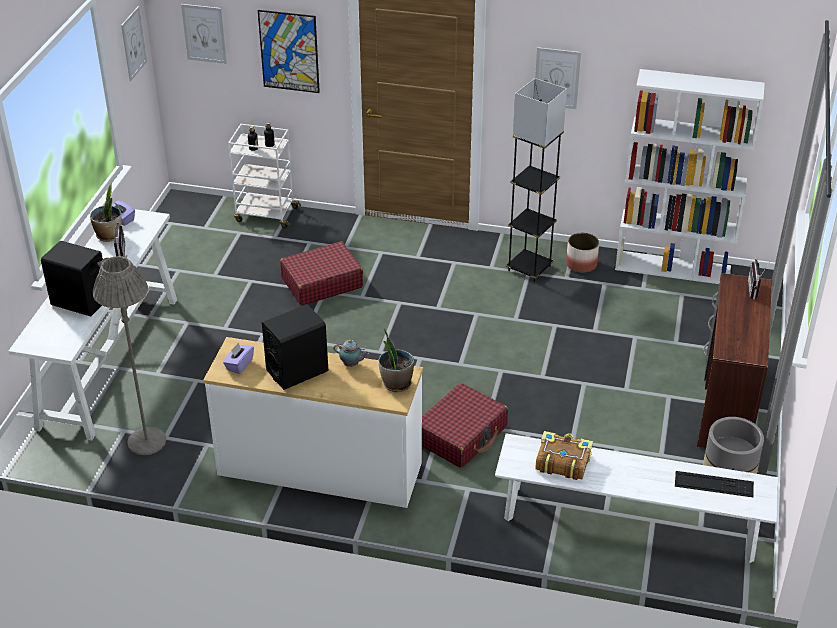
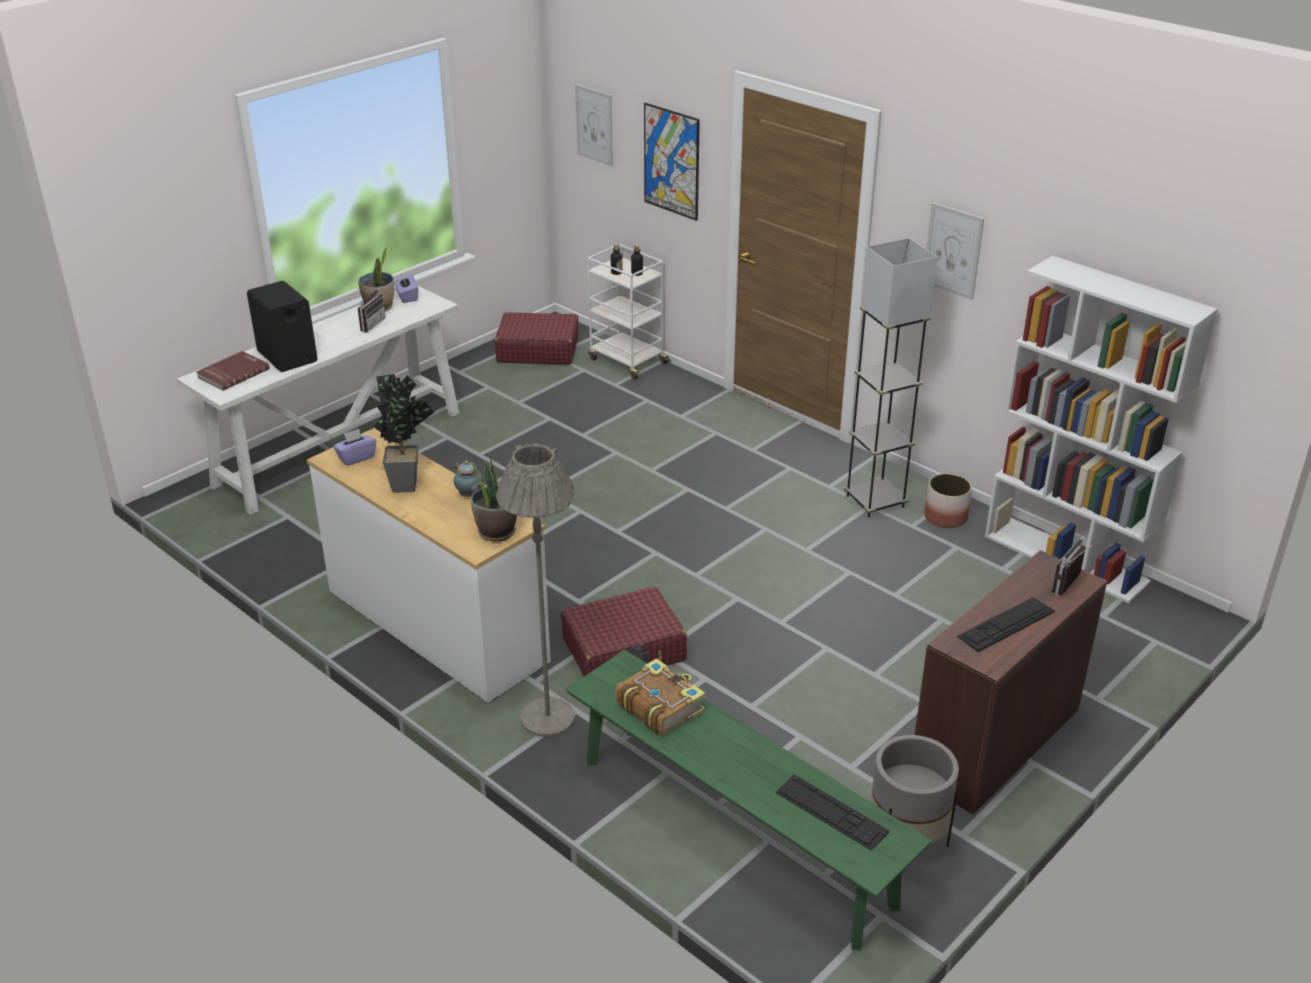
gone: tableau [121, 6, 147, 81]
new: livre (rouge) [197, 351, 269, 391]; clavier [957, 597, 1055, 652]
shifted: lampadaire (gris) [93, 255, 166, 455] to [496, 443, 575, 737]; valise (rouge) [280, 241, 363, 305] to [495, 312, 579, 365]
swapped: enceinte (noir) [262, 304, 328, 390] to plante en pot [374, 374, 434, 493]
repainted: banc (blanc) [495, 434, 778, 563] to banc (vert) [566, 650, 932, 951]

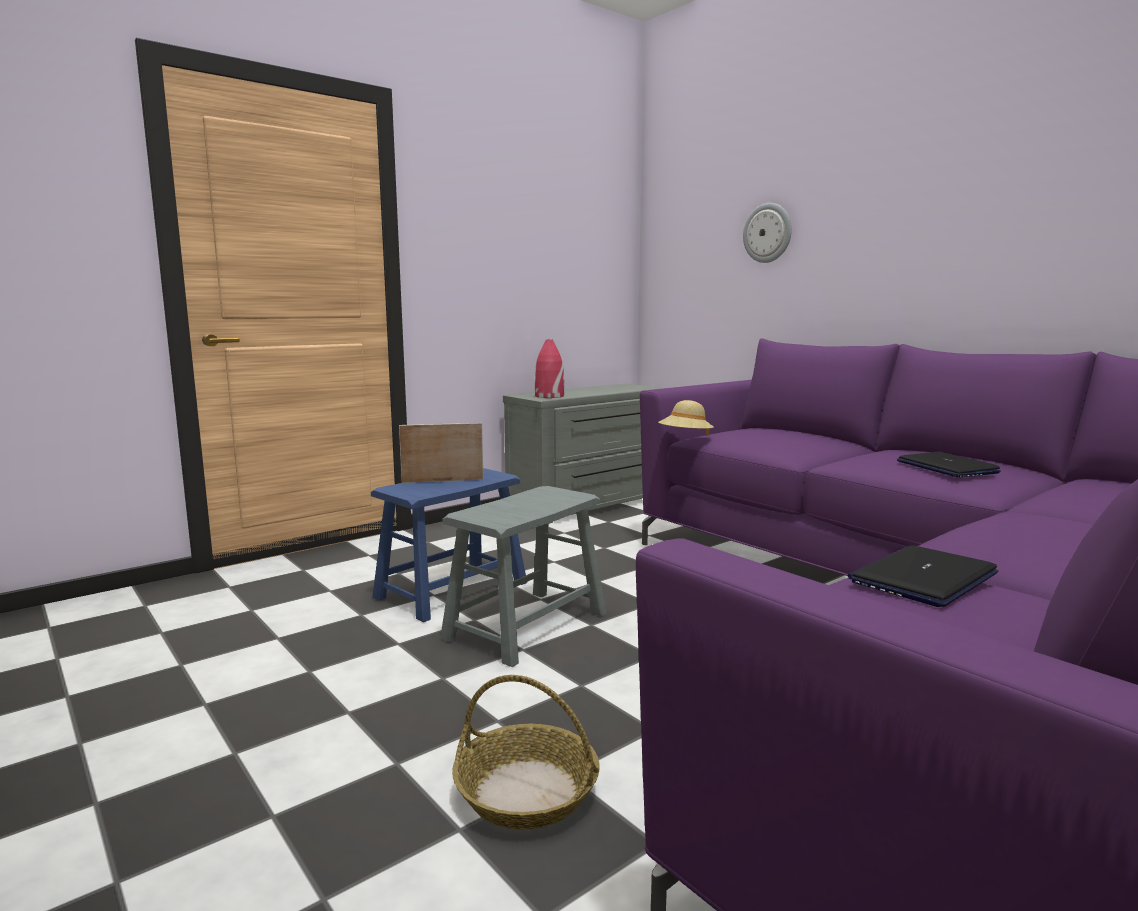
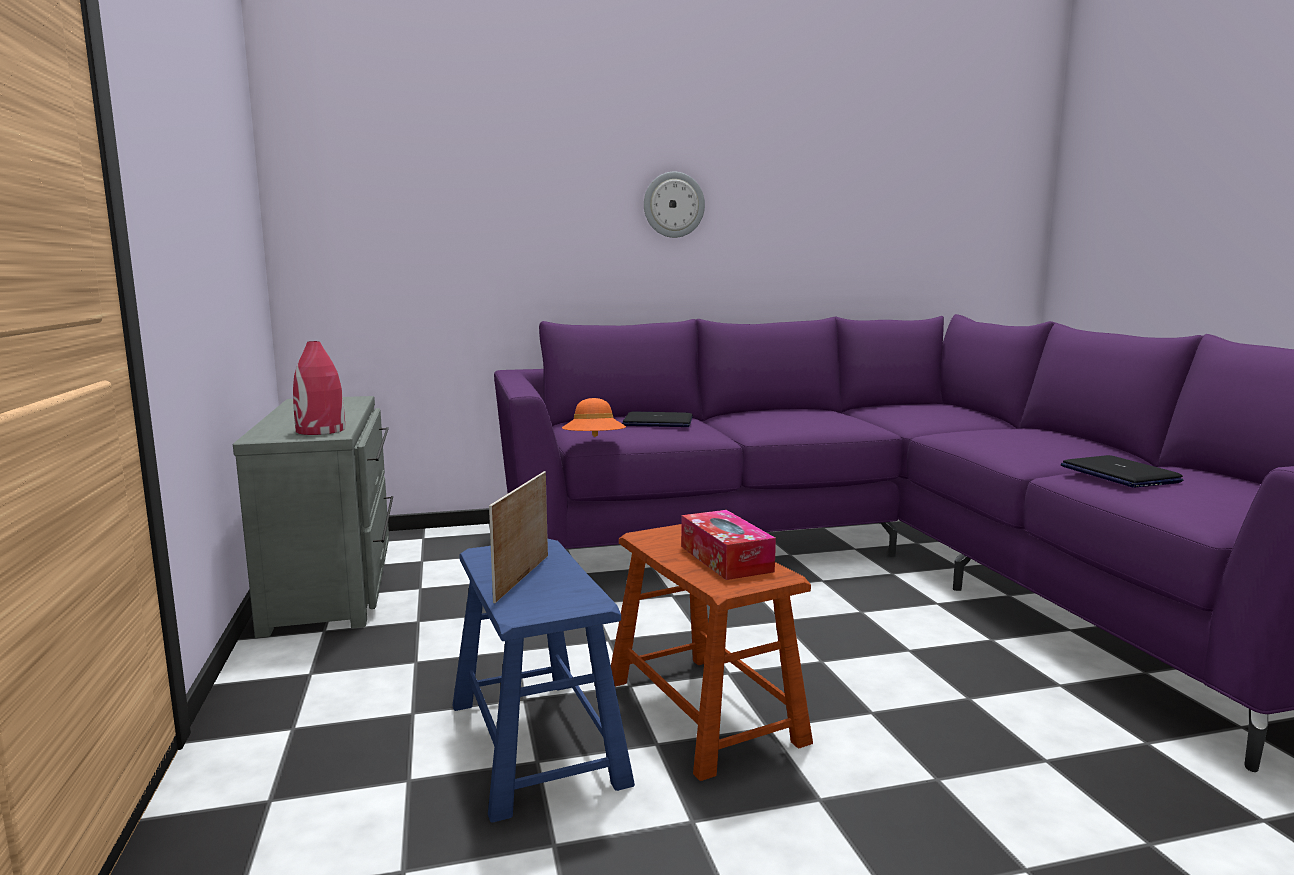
gone: panier [452, 675, 600, 830]
new: boîte à mouchoirs [681, 510, 776, 580]
shifted: horloge murale [743, 203, 792, 263] to [644, 172, 705, 238]; ordinateur portable [897, 452, 1001, 478] to [622, 412, 692, 427]
repainted: tabouret (gris) [440, 486, 606, 667] to tabouret (marron) [611, 524, 813, 781]; chapeau (beige) [658, 400, 714, 436] to chapeau (orange) [562, 398, 626, 437]

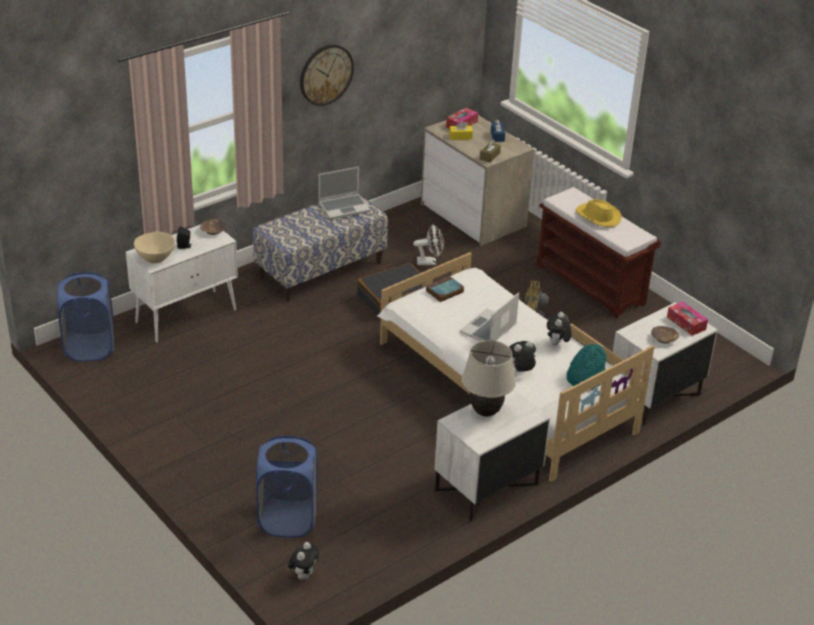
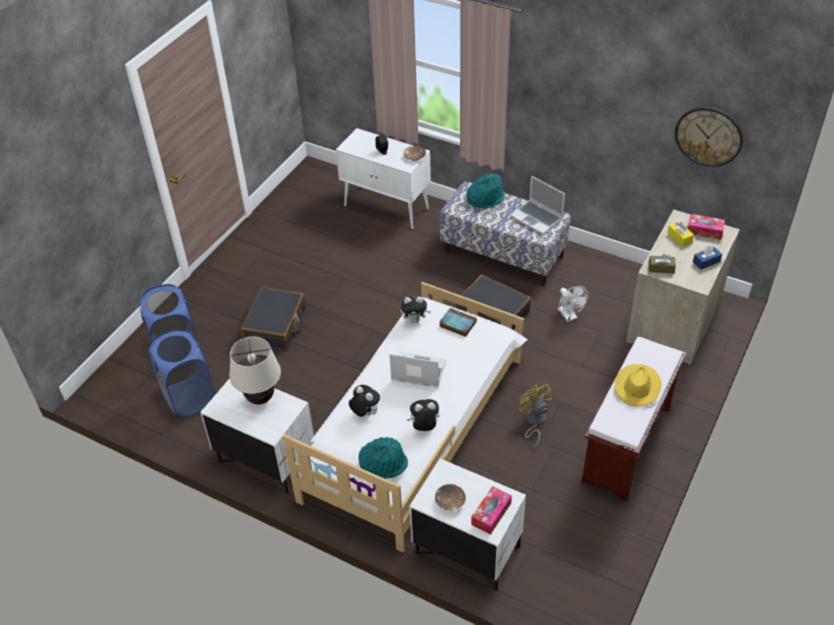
gone: bol (beige) [134, 232, 175, 263]
new: valise (noir) [241, 287, 306, 350]; chapeau (turquoise) [467, 173, 505, 208]
shifted: panier à linge (bleu) [57, 272, 114, 362] to [147, 329, 215, 417]; peluche [288, 542, 319, 580] to [401, 297, 431, 323]; horloge murale [300, 44, 354, 106] to [675, 107, 743, 167]

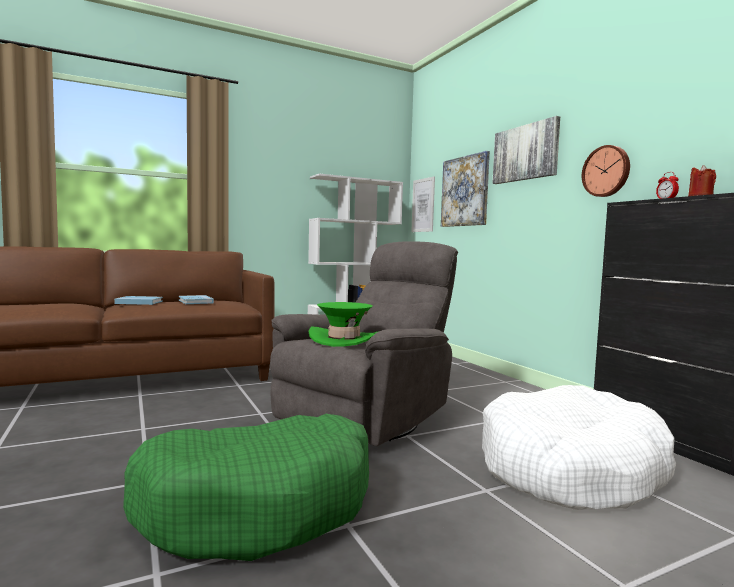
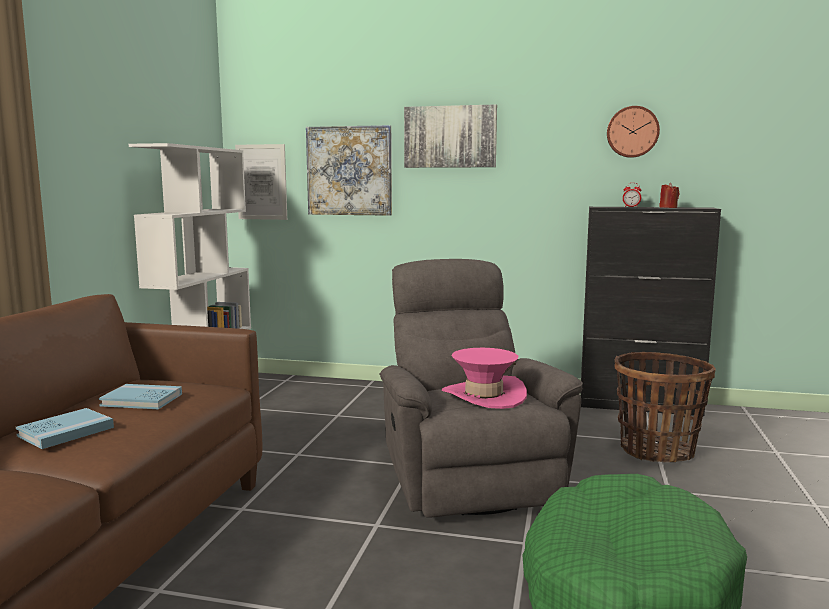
shifted: horloge murale [582, 145, 630, 197] to [607, 106, 660, 158]
swapped: panier pour chien (blanc) [482, 385, 676, 510] to panier [614, 352, 716, 462]
repainted: chapeau (vert) [309, 302, 379, 347] to chapeau (rose) [442, 348, 527, 409]

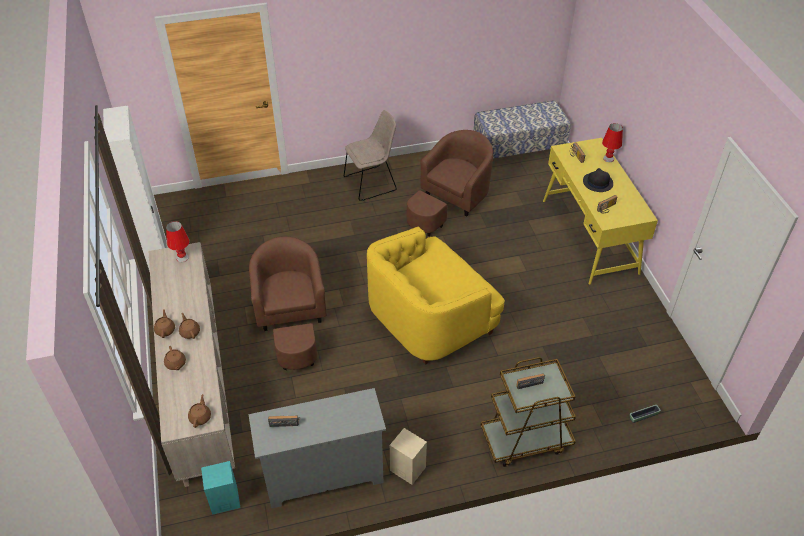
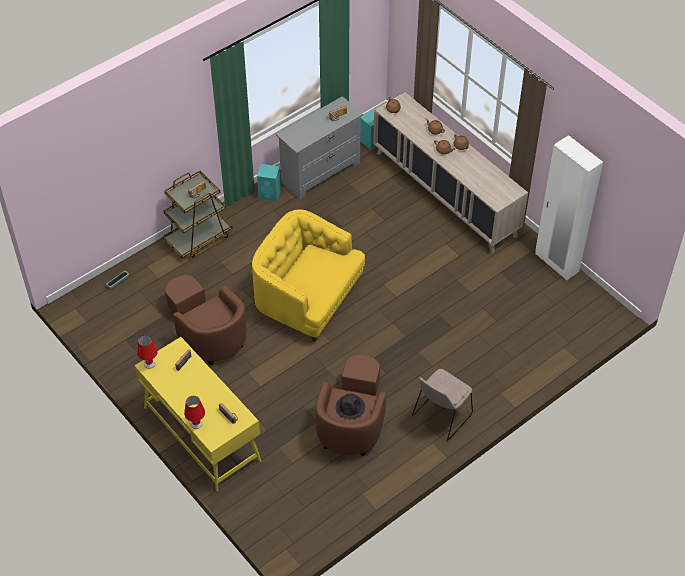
gone: banc [473, 100, 570, 158]
shifted: lampe de table (rouge) [166, 221, 190, 263] to [137, 335, 157, 369]; fauteuil (marron) [249, 236, 327, 370] to [165, 275, 246, 365]; chapeau (noir) [583, 168, 613, 192] to [336, 394, 365, 419]
repainted: enceinte (beige) [390, 428, 427, 485] to enceinte (turquoise) [257, 164, 281, 202]
rotated: fauteuil (jaune) [367, 226, 505, 365] = [252, 209, 365, 342] 90 degrees counterclockwise

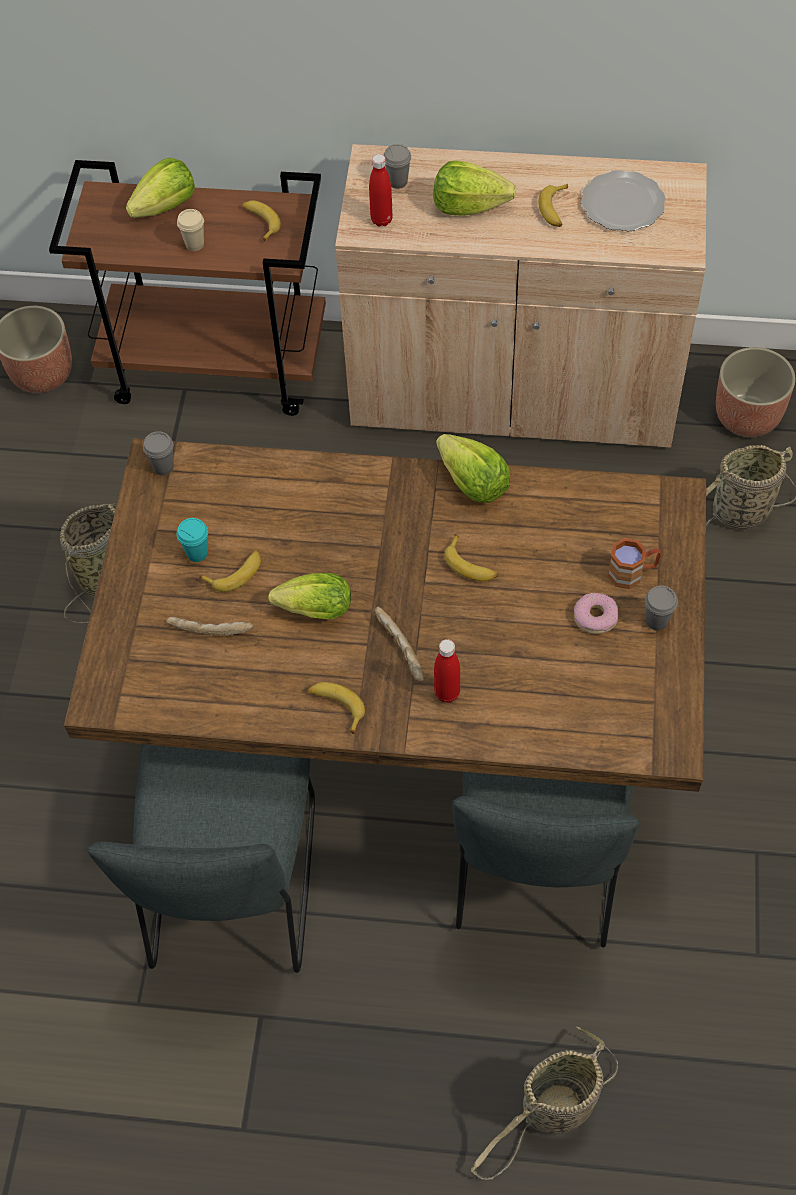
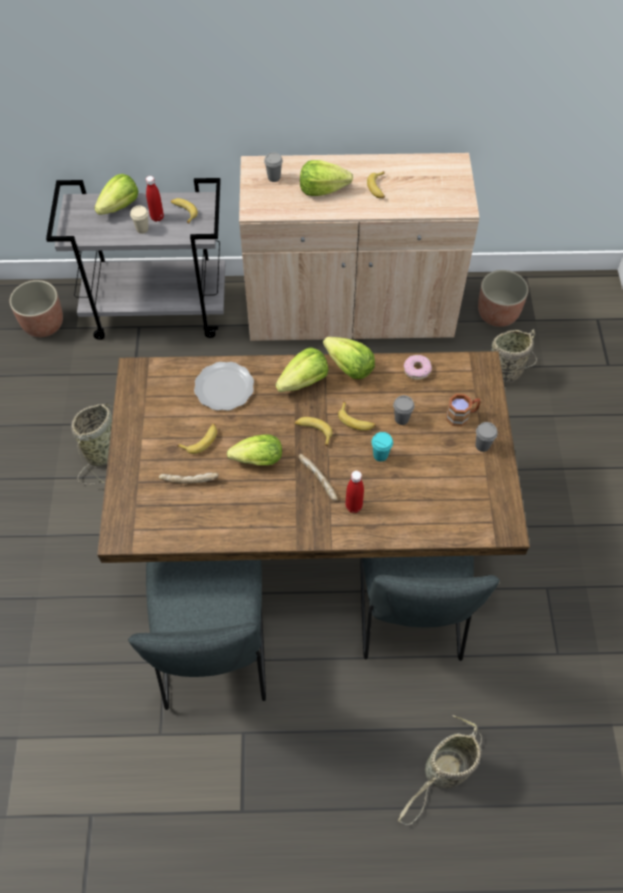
new: laitue [275, 347, 328, 392]
shifted: tasse (gris) [143, 431, 174, 475] to [393, 395, 414, 425]; tasse (turquoise) [177, 518, 208, 562] to [371, 432, 393, 462]; banane [308, 682, 365, 734] to [294, 417, 333, 447]; bouteille (rouge) [369, 154, 393, 227] to [146, 176, 164, 222]; beignet [574, 593, 619, 634] to [404, 355, 432, 380]; assiette [581, 170, 665, 231] to [194, 362, 254, 411]
repainted: chariot (marron) [49, 160, 326, 416] to chariot (gris) [46, 178, 225, 340]

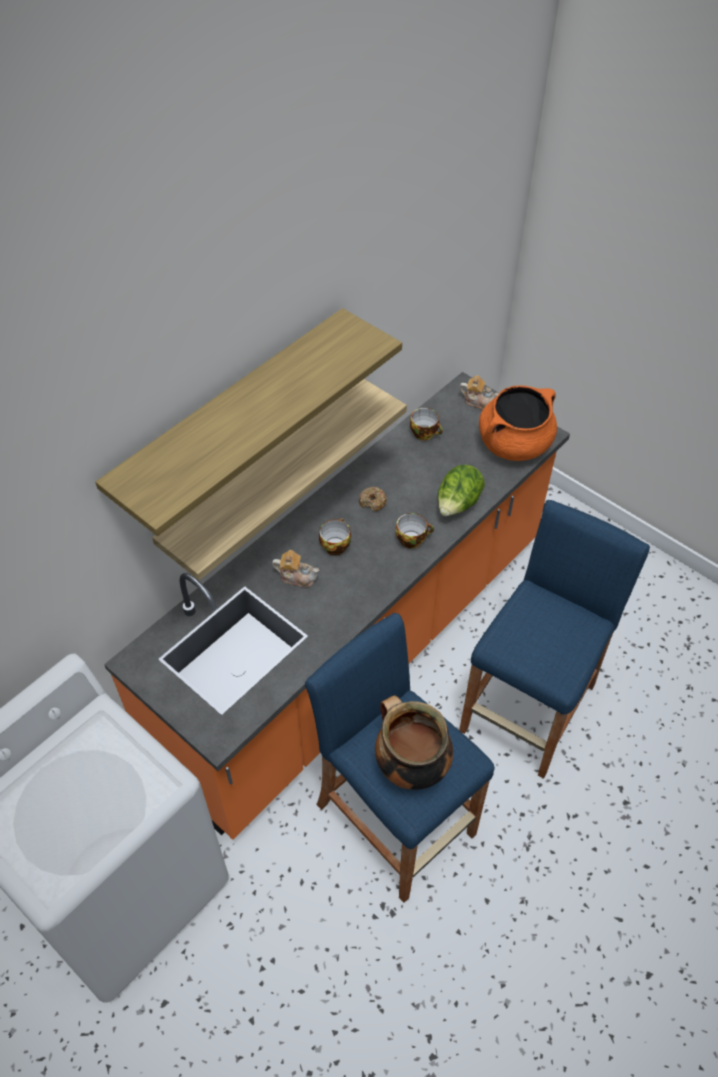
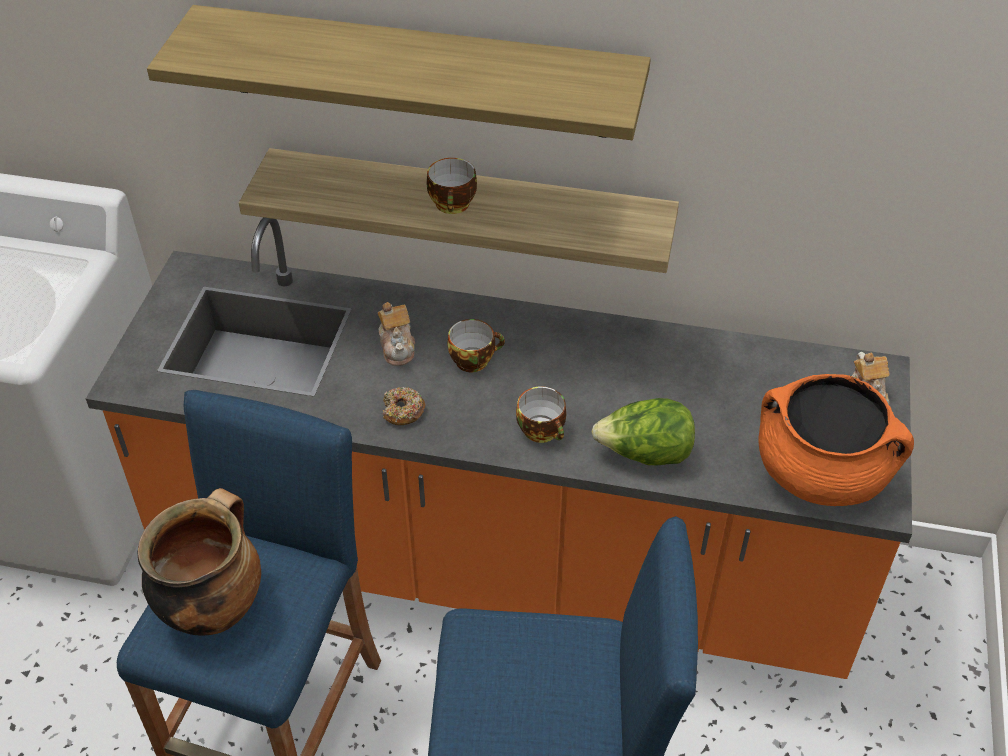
shifted: beignet [359, 487, 387, 512] to [382, 387, 425, 425]; tasse [410, 408, 443, 441] to [426, 158, 477, 214]

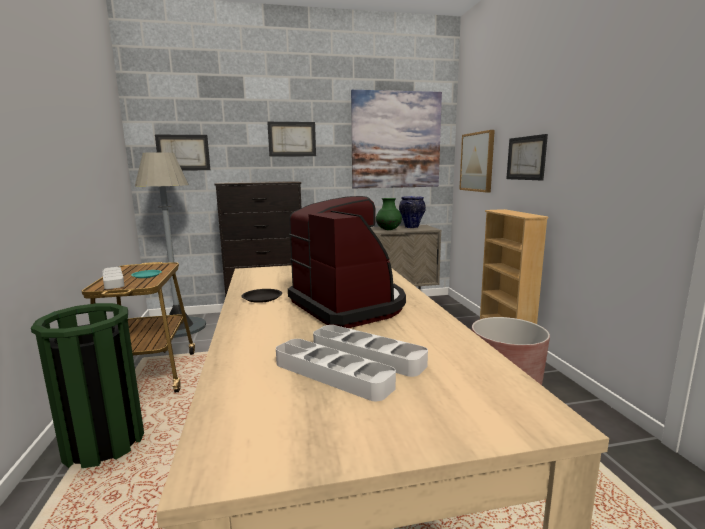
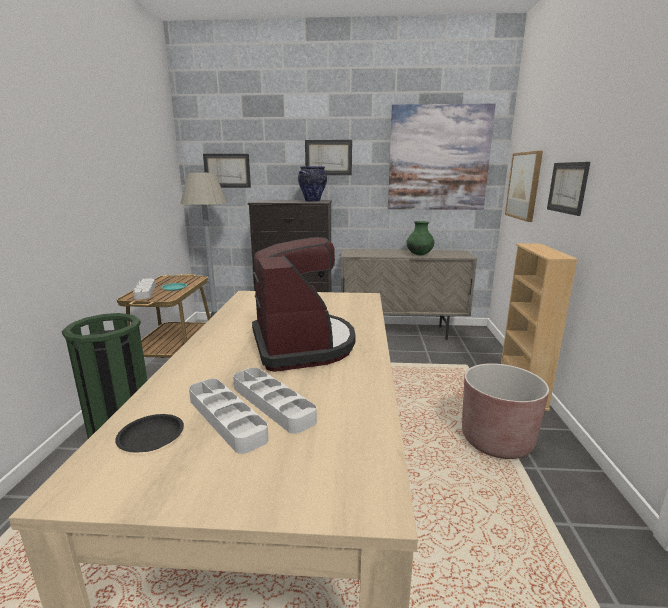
shifted: assiette (noir) [241, 289, 282, 303] to [115, 414, 184, 452]; vase [399, 196, 426, 228] to [298, 166, 327, 202]

